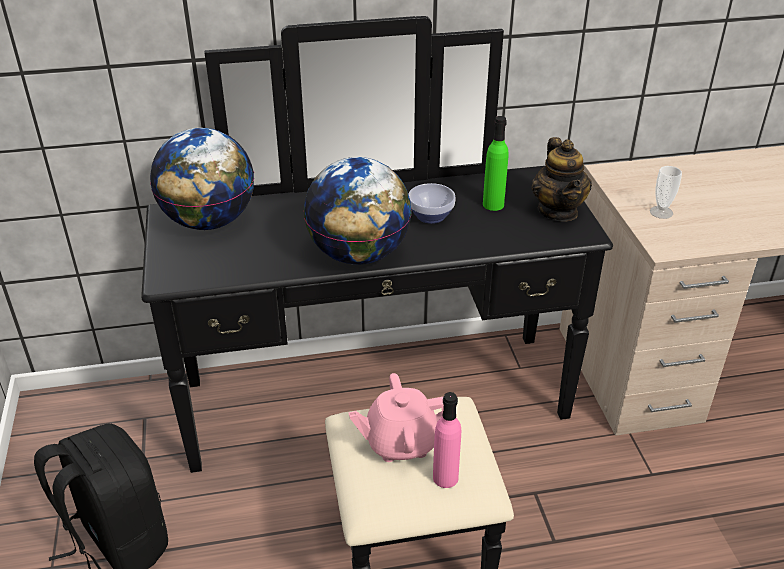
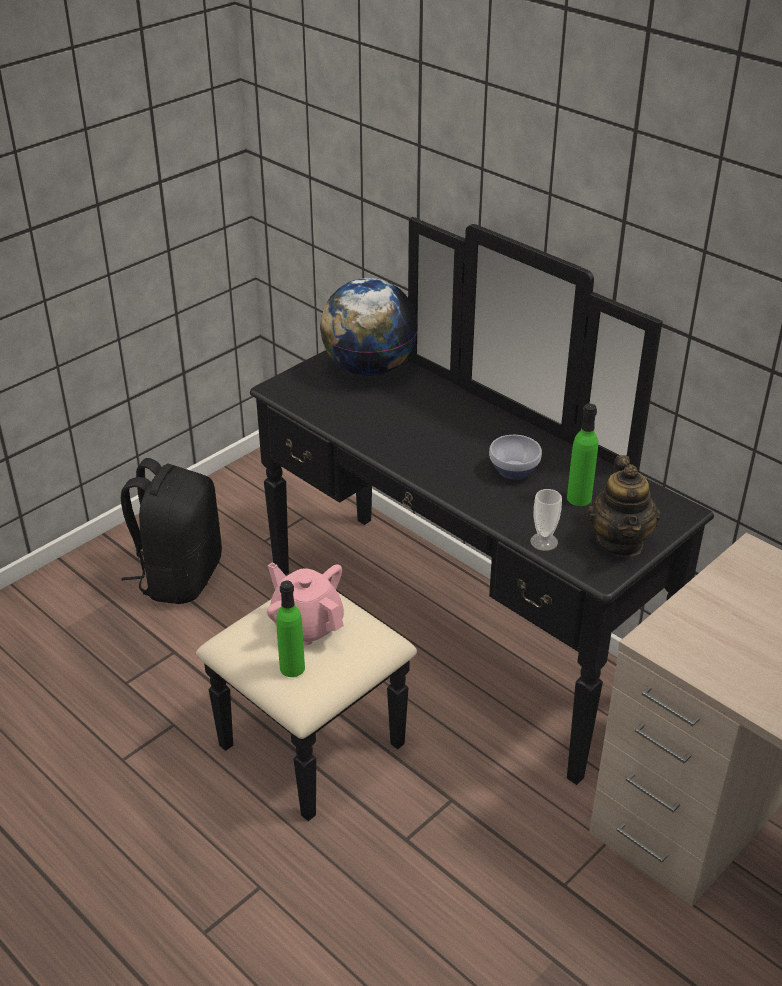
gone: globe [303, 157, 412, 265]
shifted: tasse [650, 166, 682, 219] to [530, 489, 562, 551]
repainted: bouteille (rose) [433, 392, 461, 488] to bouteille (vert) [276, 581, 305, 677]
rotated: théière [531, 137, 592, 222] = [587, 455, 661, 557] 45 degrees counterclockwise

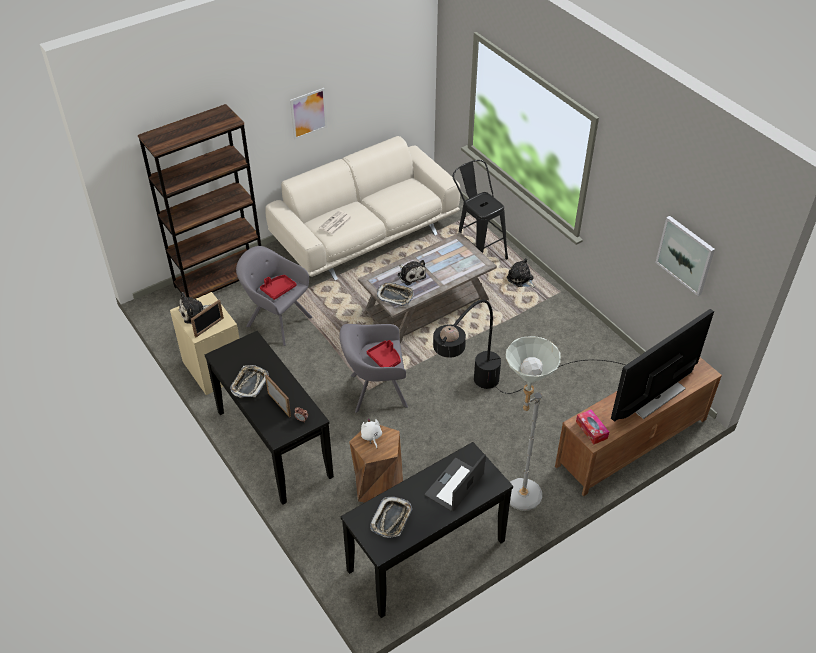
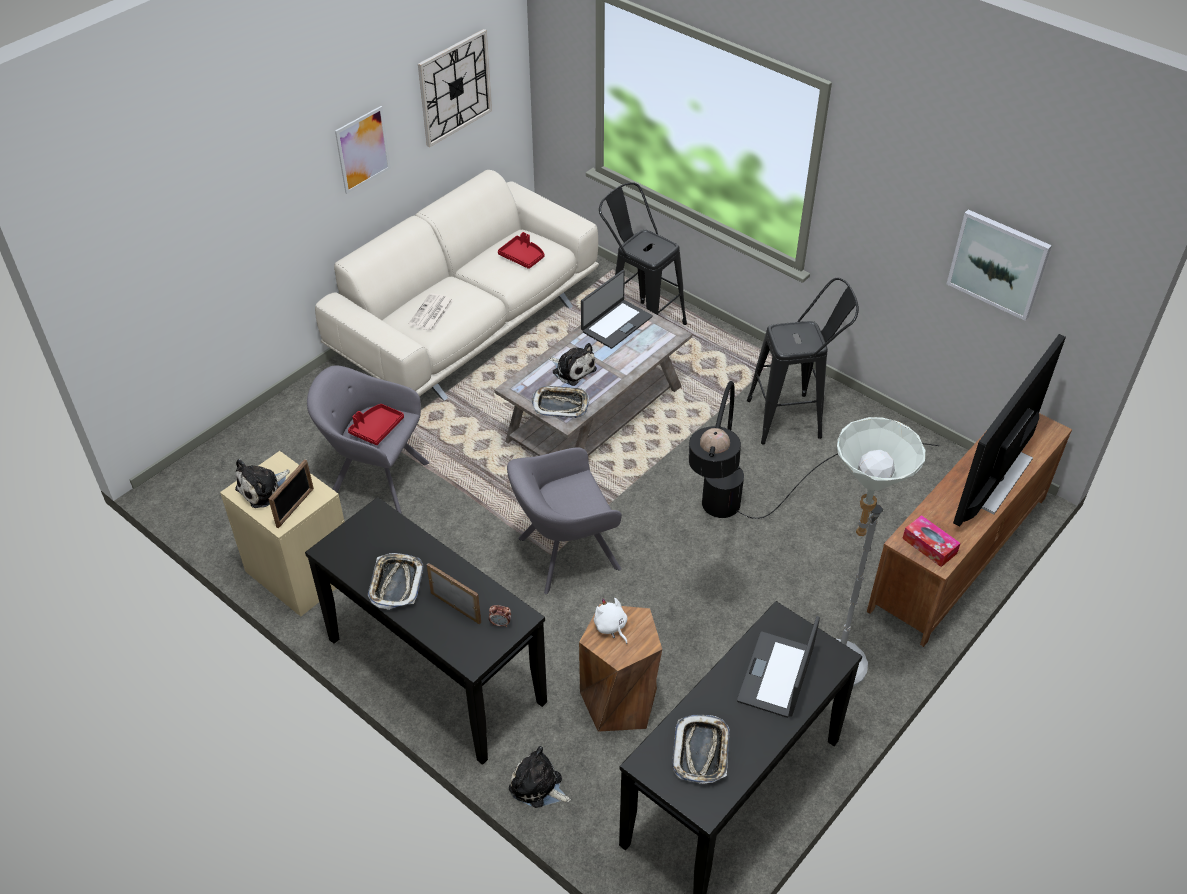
gone: bibliothèque (marron) [138, 104, 261, 299]
new: horloge murale [418, 29, 492, 147]; ordinateur portable [581, 270, 653, 349]; tabouret (noir) [747, 278, 859, 445]
shifted: plateau (rouge) [367, 340, 401, 367] to [498, 232, 544, 269]; peluche [507, 258, 536, 287] to [509, 746, 571, 808]

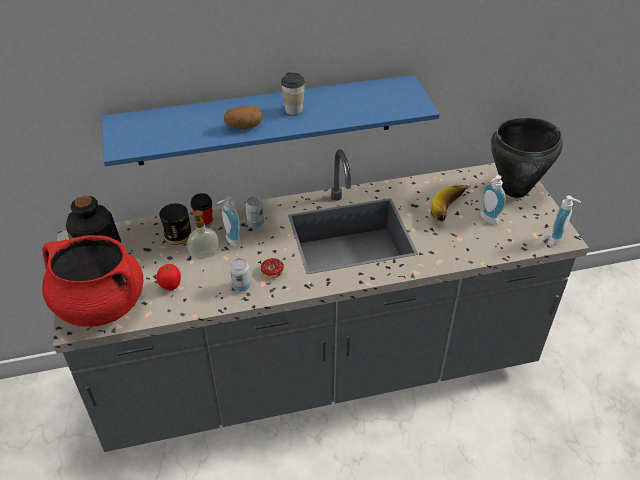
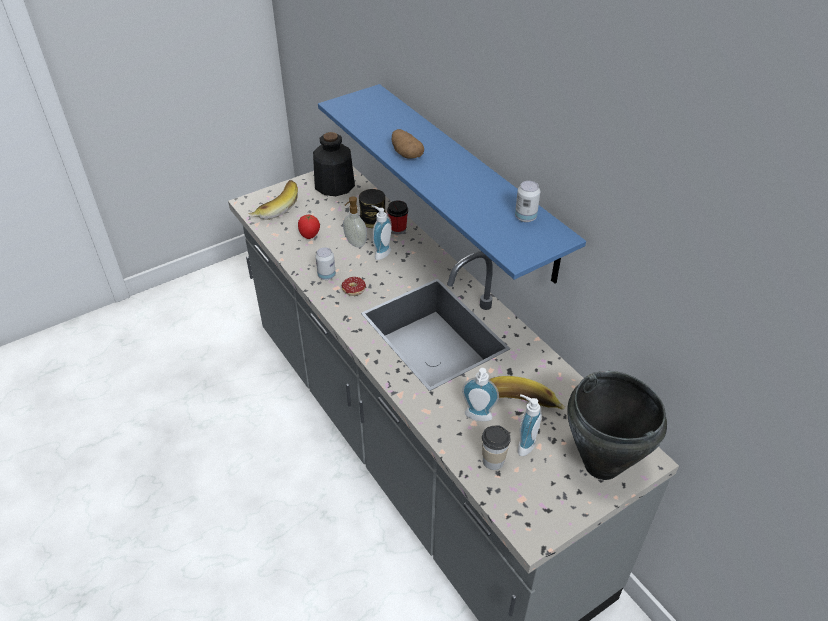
shifted: boîte métallique [246, 197, 264, 228] to [515, 181, 540, 222]; tasse [281, 72, 305, 115] to [482, 425, 511, 470]; distributeur de savon [549, 195, 581, 246] to [462, 368, 499, 421]
swapped: marmite (rouge) [42, 235, 143, 327] to banane [248, 180, 298, 220]

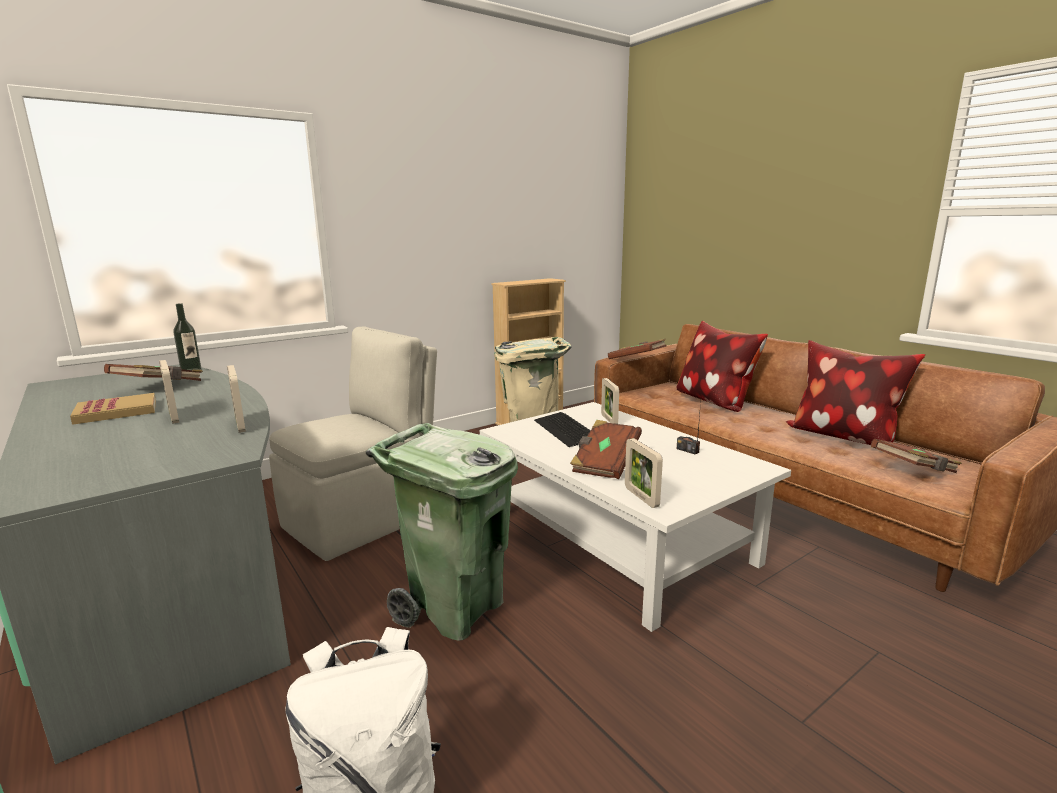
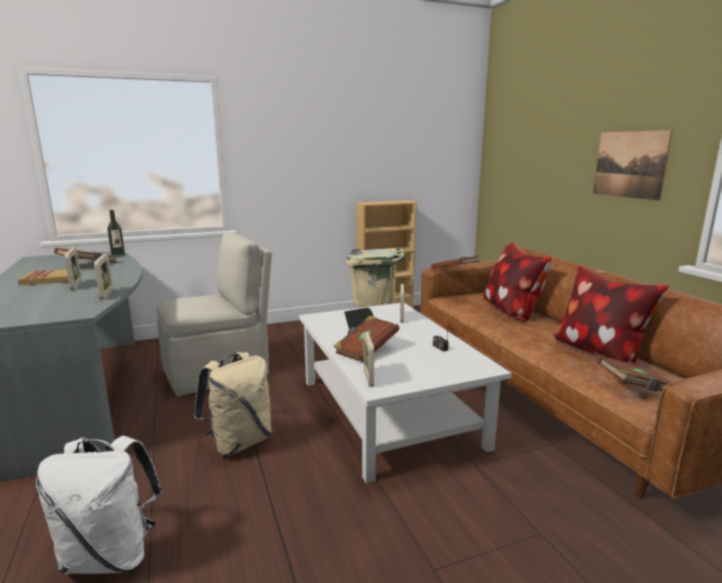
new: tableau [593, 130, 672, 201]
swapped: poubelle (vert) [366, 423, 518, 641] to sac à dos (beige) [194, 352, 272, 456]

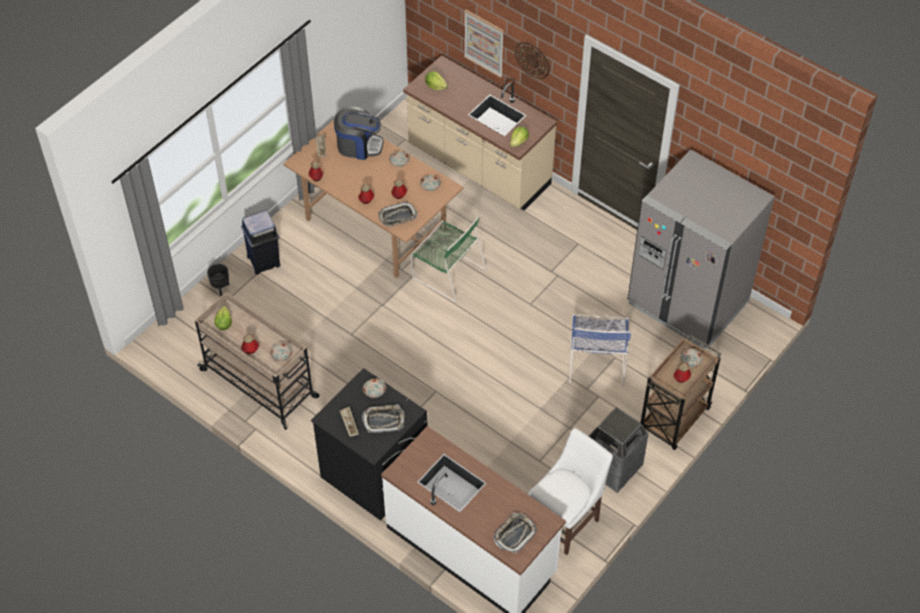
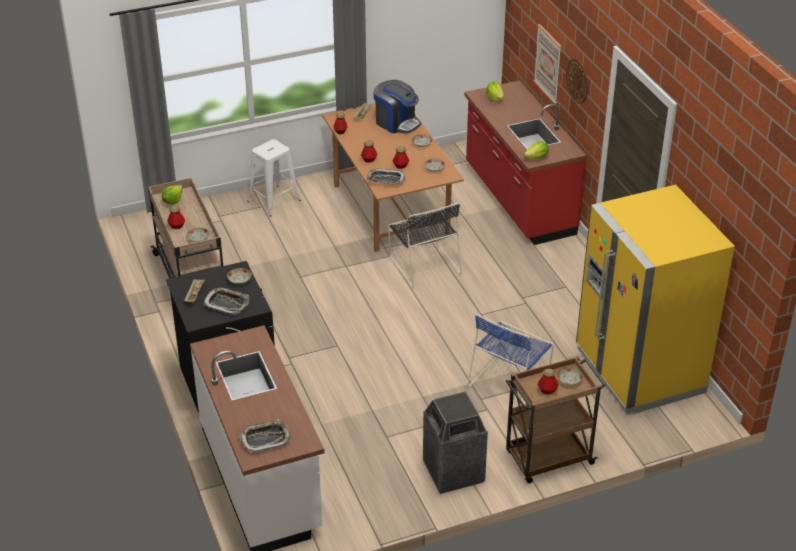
gone: cache-pot (noir) [207, 264, 229, 296]; chaise (blanc) [528, 428, 613, 555]
swapped: poubelle (bleu) [241, 210, 281, 275] to tabouret (blanc) [247, 139, 301, 217]
repainted: comptoir de cuisine (beige) [403, 55, 557, 210] to comptoir de cuisine (rouge) [464, 81, 587, 245]; chaise (vert) [411, 216, 486, 302] to chaise (noir) [388, 202, 462, 288]; réfrigérateur (gris) [628, 149, 775, 350] to réfrigérateur (jaune) [576, 185, 735, 414]

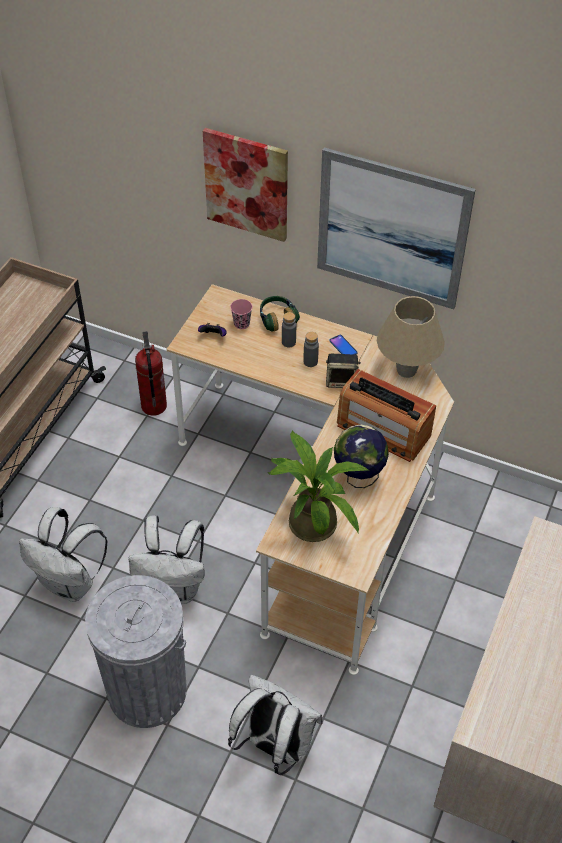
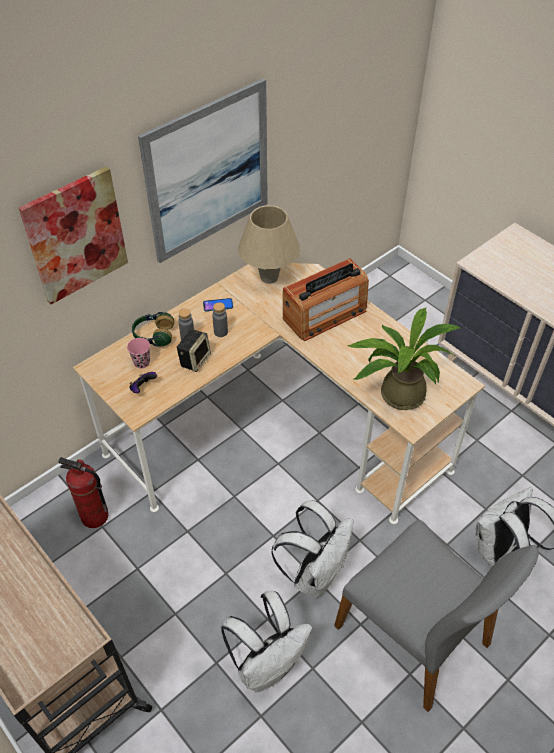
gone: globe [334, 424, 389, 488]
shifted: enceinte [326, 354, 361, 388] to [177, 329, 211, 372]
swapped: poubelle (gris) [85, 575, 187, 728] to chaise (gris) [334, 520, 539, 712]

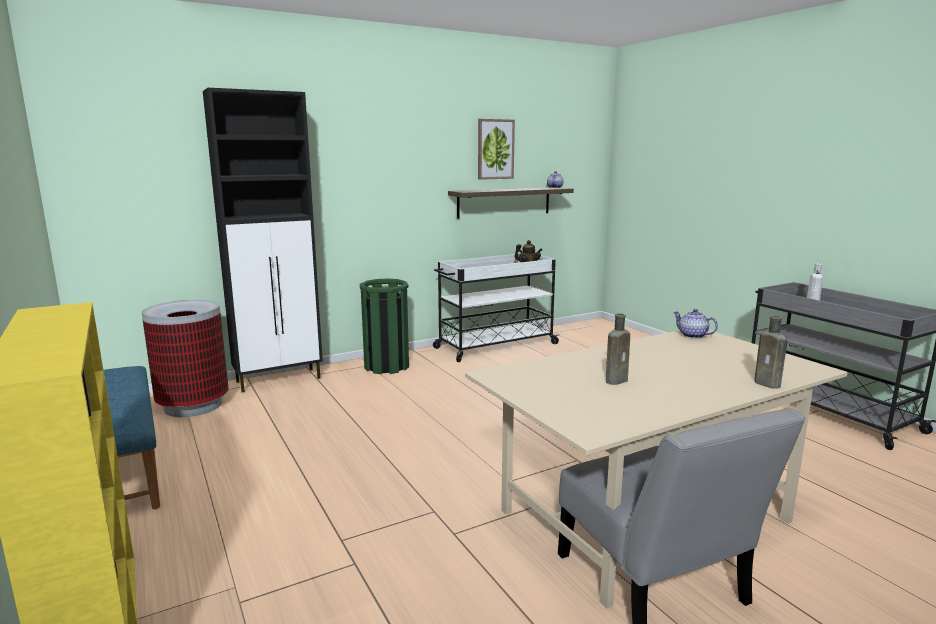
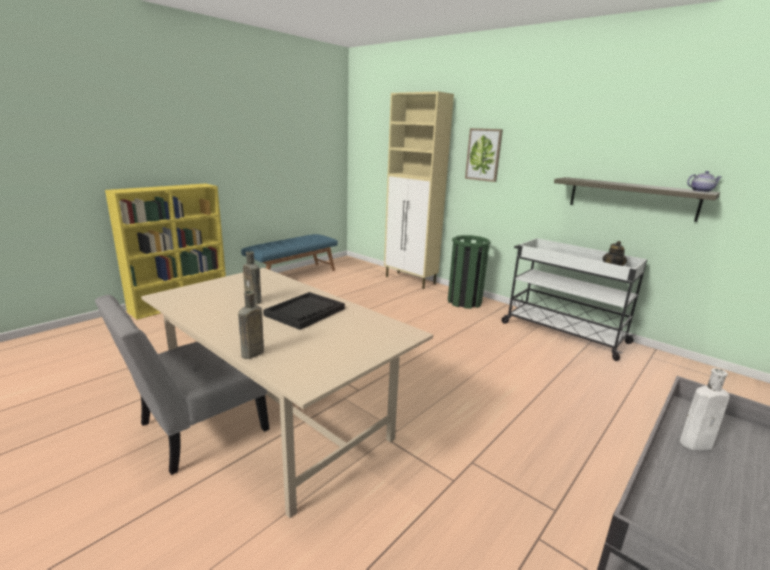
gone: poubelle [142, 300, 229, 417]; théière [673, 309, 718, 339]
new: plateau (noir) [263, 292, 345, 330]
shifted: tableau [478, 119, 515, 180] to [465, 128, 503, 182]
repainted: meuble de rangement (noir) [203, 88, 323, 393] to meuble de rangement (beige) [384, 91, 454, 289]

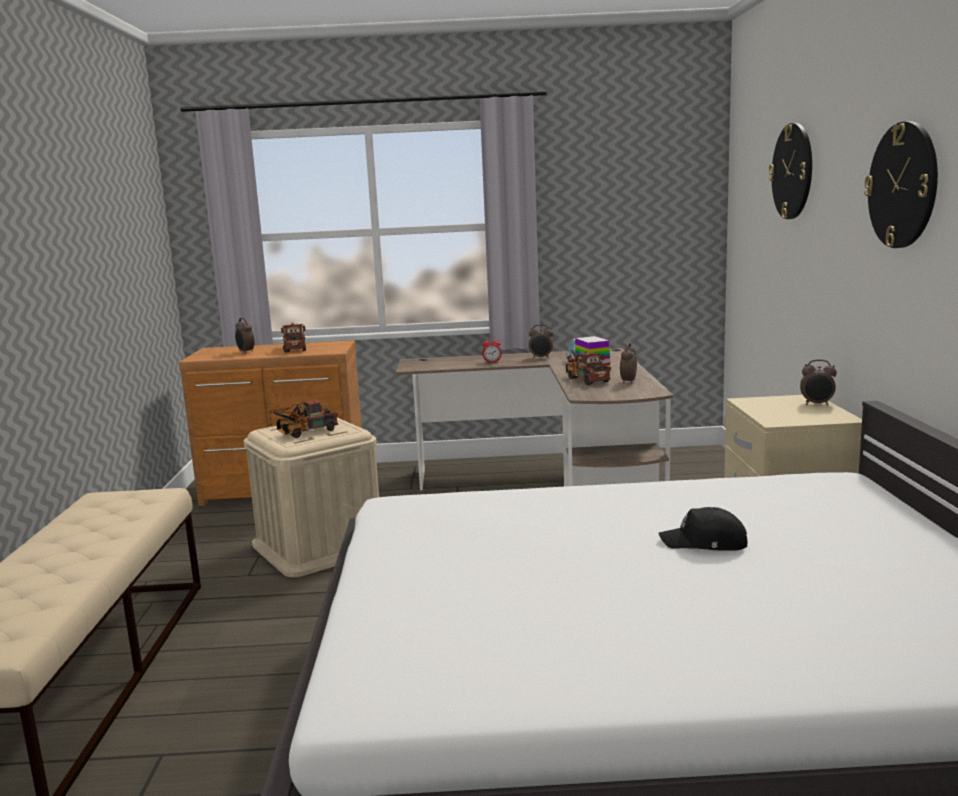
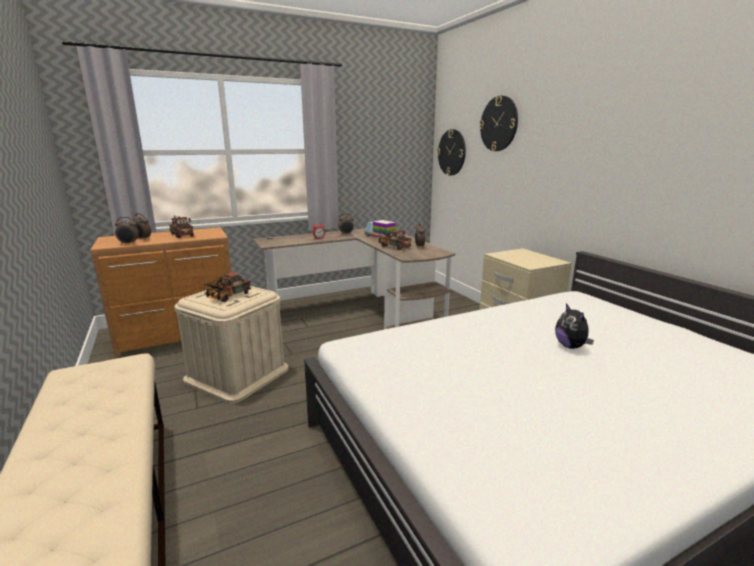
shifted: réveil [800, 360, 837, 405] to [115, 217, 139, 245]; horloge murale [864, 121, 938, 248] to [437, 129, 466, 176]
swapped: casquette (noir) [659, 507, 748, 551] to peluche [555, 303, 594, 349]

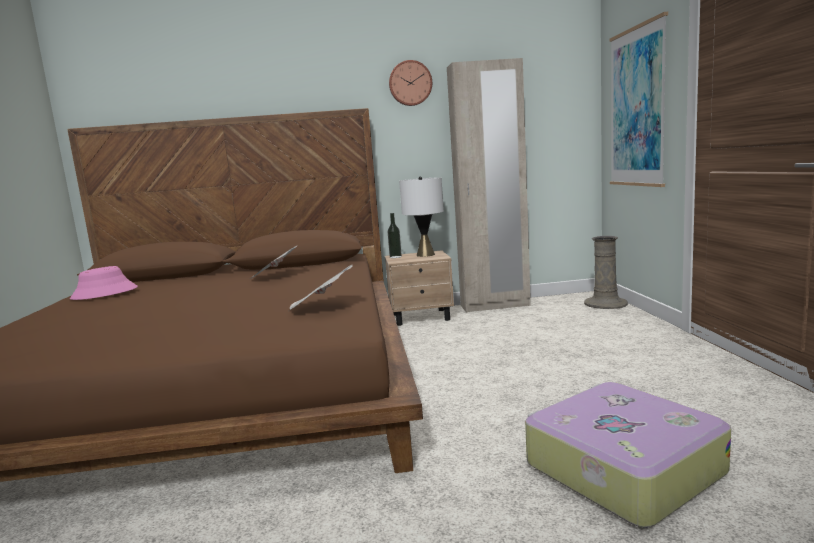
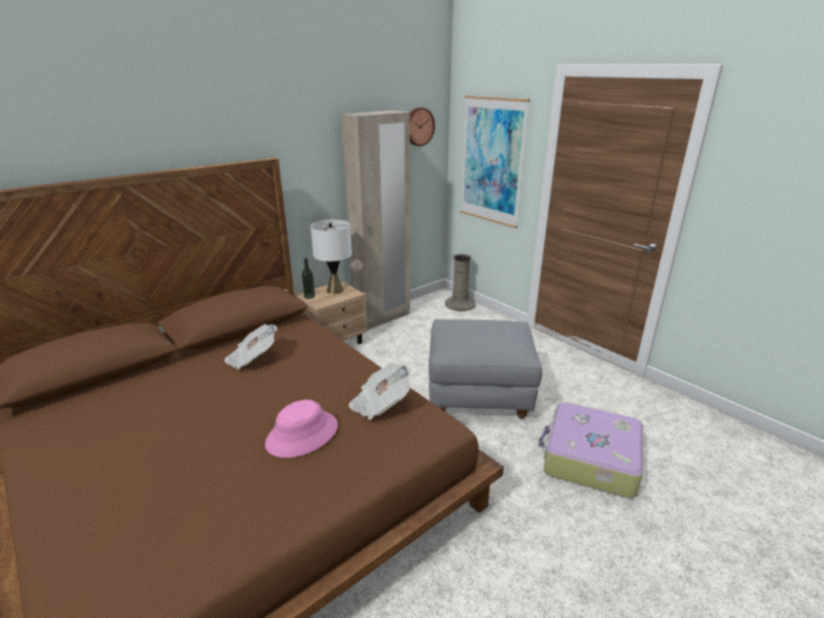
new: pouf (gris) [429, 319, 542, 419]
shifted: chapeau (rose) [70, 266, 138, 300] to [265, 400, 338, 458]; horloge murale [389, 60, 432, 106] to [410, 108, 435, 146]

